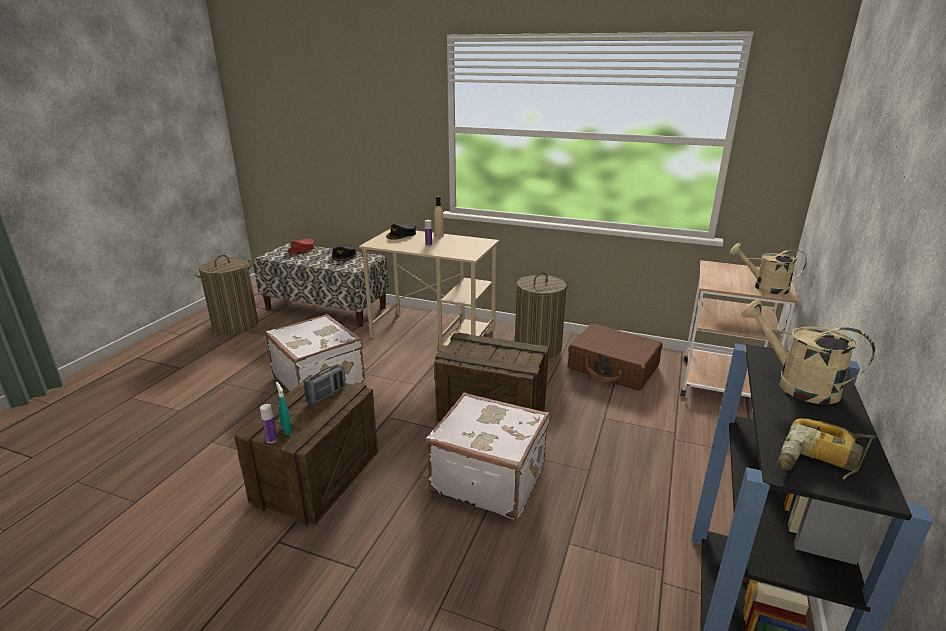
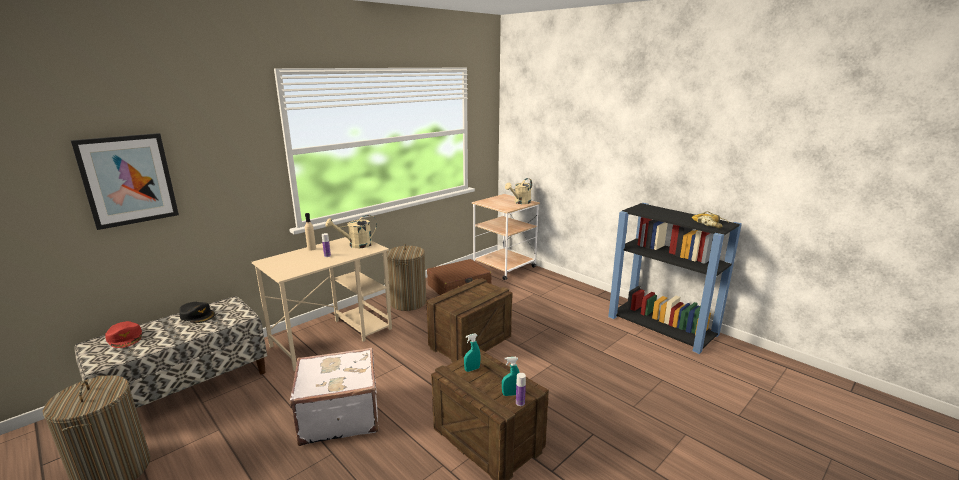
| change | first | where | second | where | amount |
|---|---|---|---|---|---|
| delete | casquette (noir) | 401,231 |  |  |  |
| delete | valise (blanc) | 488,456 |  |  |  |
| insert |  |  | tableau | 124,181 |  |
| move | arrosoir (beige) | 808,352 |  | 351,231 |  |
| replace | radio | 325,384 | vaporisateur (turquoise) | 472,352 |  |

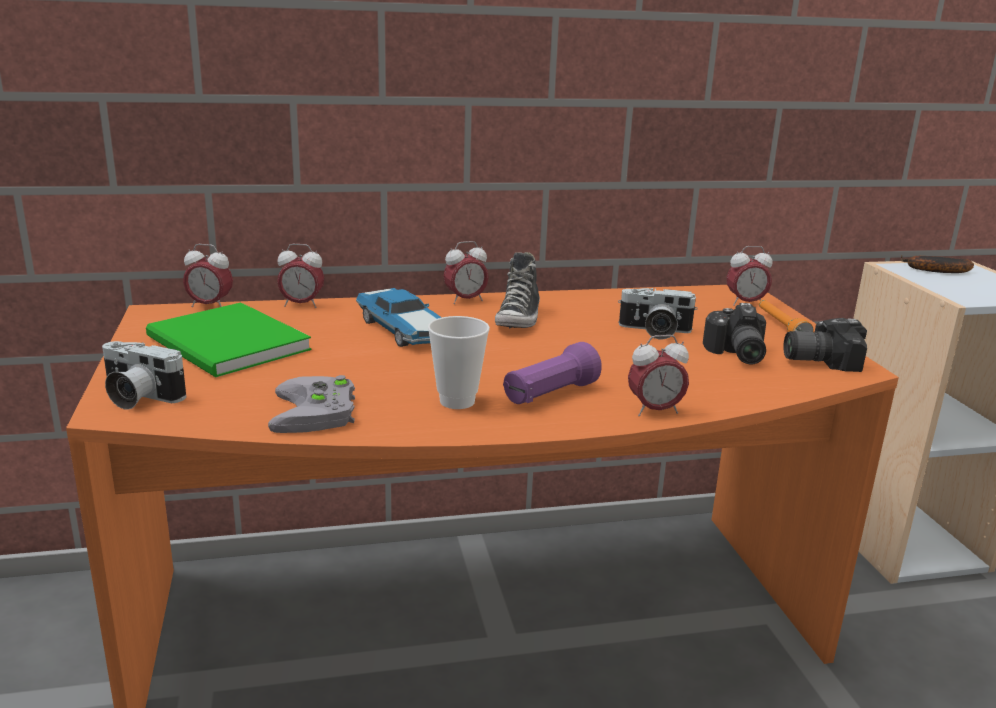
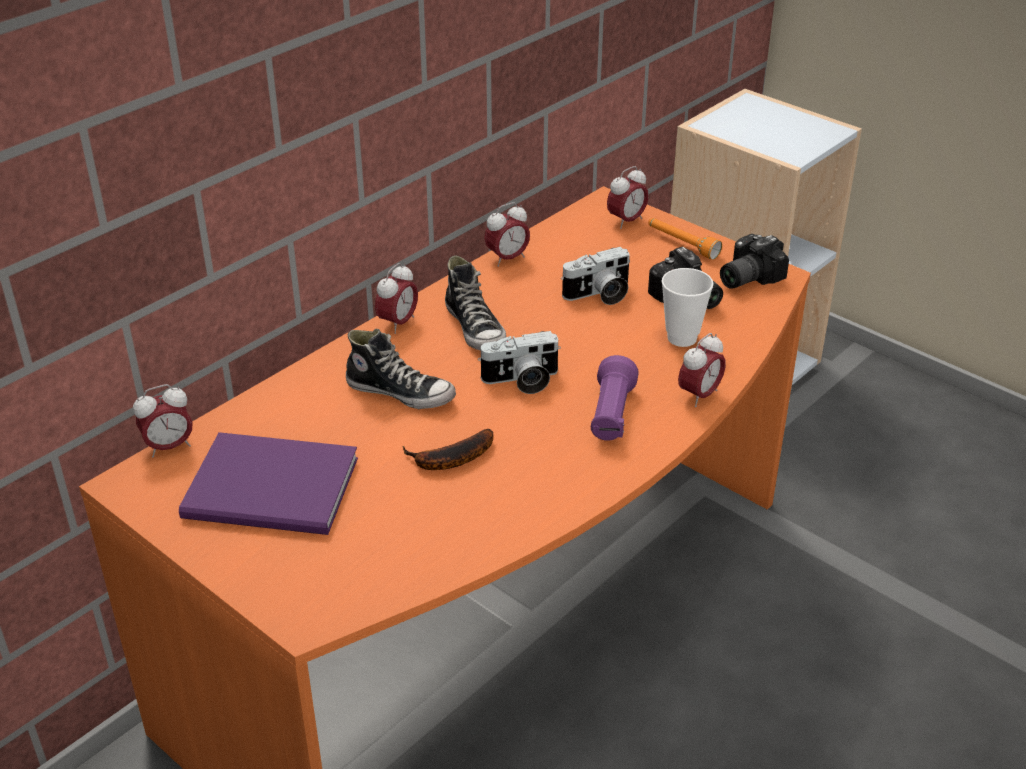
| change | first | where | second | where | amount |
|---|---|---|---|---|---|
| delete | manette (gris) | 311,404 |  |  |  |
| move | appareil photo | 144,375 |  | 519,362 |  |
| move | réveil | 300,276 |  | 507,234 |  |
| move | tasse | 459,362 |  | 687,307 |  |
| move | banane | 937,264 |  | 448,449 |  |
| replace | petite voiture | 399,317 | chaussure | 401,369 |  |
| recolor | livre (vert) | 229,340 | livre (violet) | 268,483 |  |

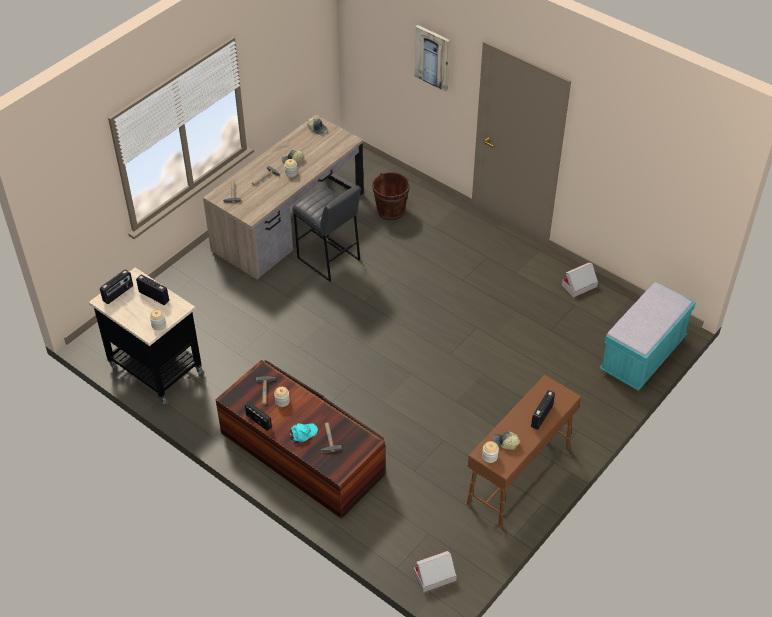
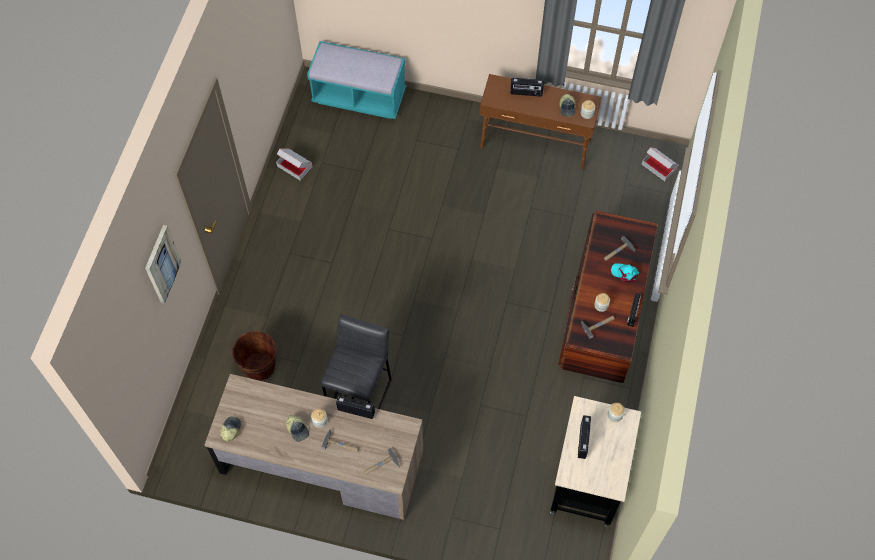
| change | first | where | second | where | amount |
|---|---|---|---|---|---|
| move | radio | 116,286 |  | 355,407 |  |

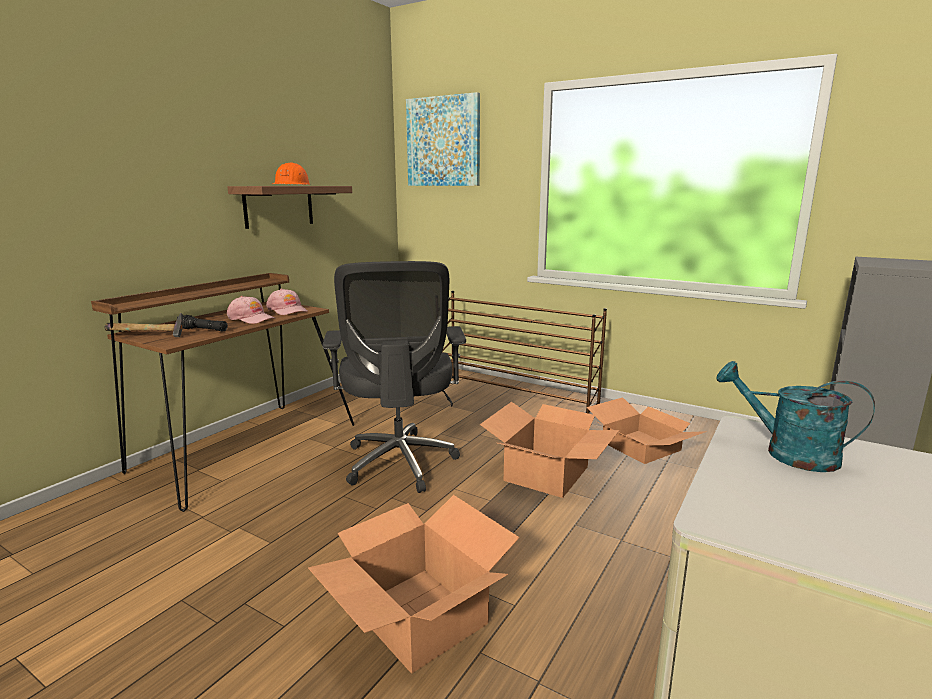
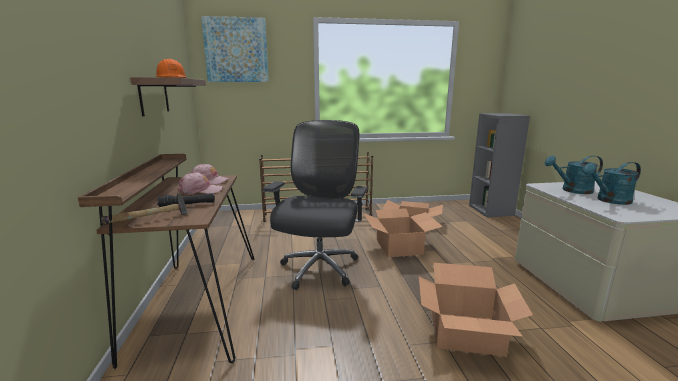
| change | first | where | second | where | amount |
|---|---|---|---|---|---|
| insert |  |  | arrosoir (turquoise) | 611,183 |  |
| rotate | chaise de bureau | 394,377 |  | 315,205 | 120 degrees counterclockwise |

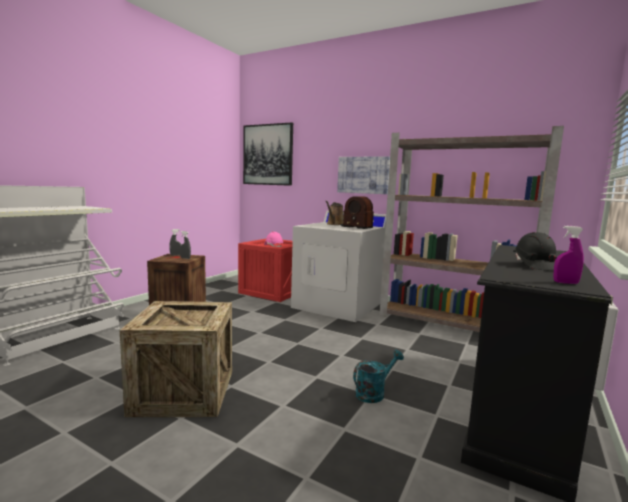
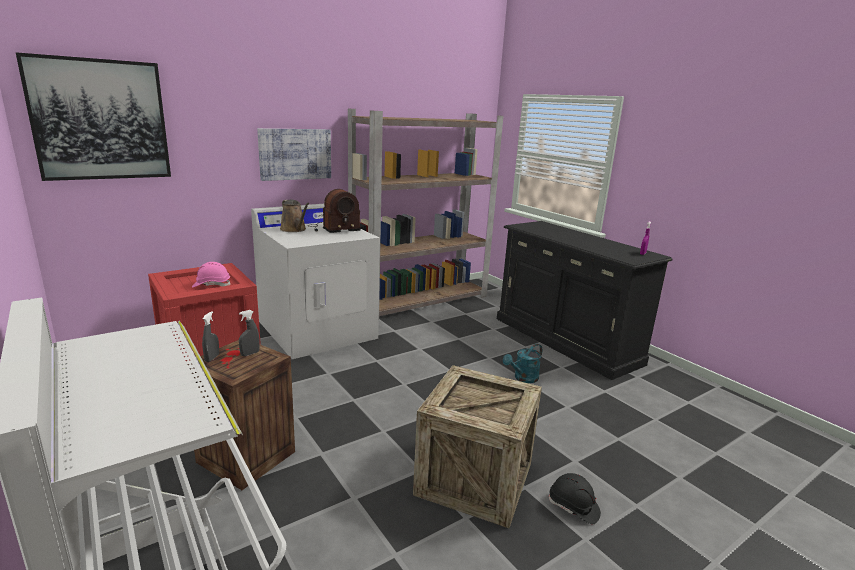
| change | first | where | second | where | amount |
|---|---|---|---|---|---|
| move | casque de chantier (noir) | 535,251 |  | 574,498 |  |
| rotate | arrosoir (turquoise) | 378,376 |  | 522,363 | 120 degrees counterclockwise |

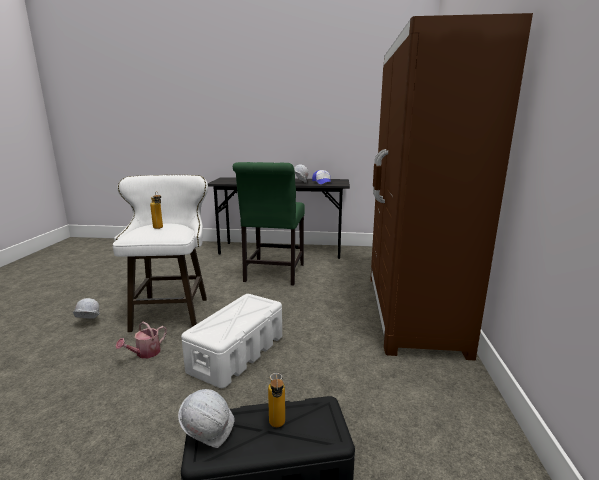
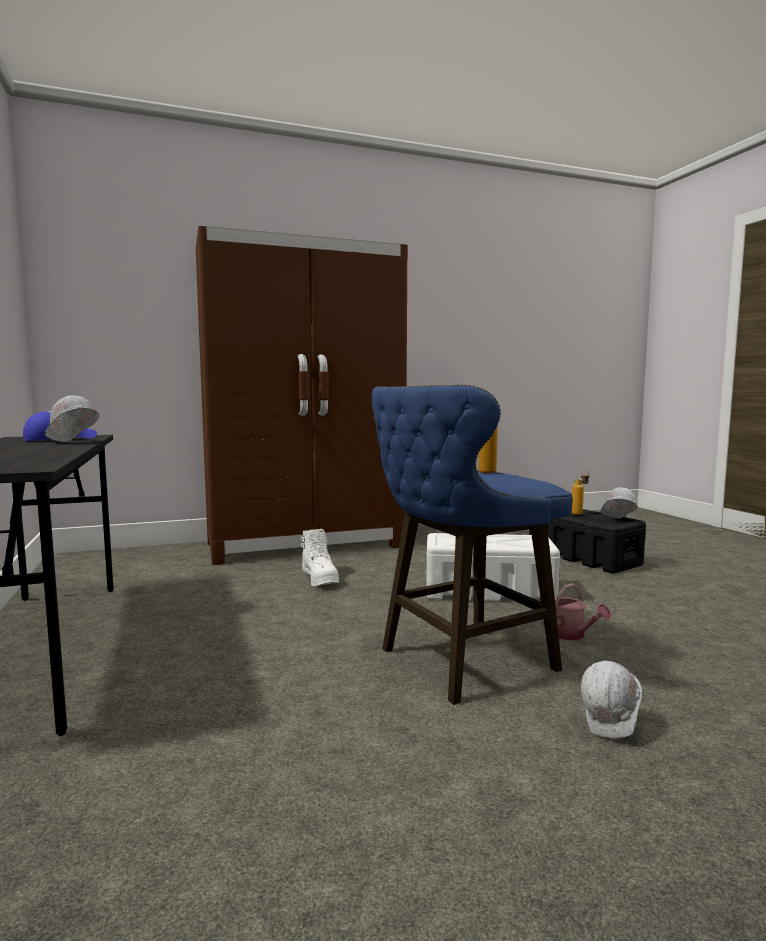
| change | first | where | second | where | amount |
|---|---|---|---|---|---|
| delete | chaise (vert) | 269,224 |  |  |  |
| insert |  |  | botte (blanc) | 320,557 |  |
| recolor | tabouret (blanc) | 160,253 | tabouret (bleu) | 472,544 |  |
| rotate | arrosoir | 141,339 |  | 583,611 | 45 degrees clockwise |

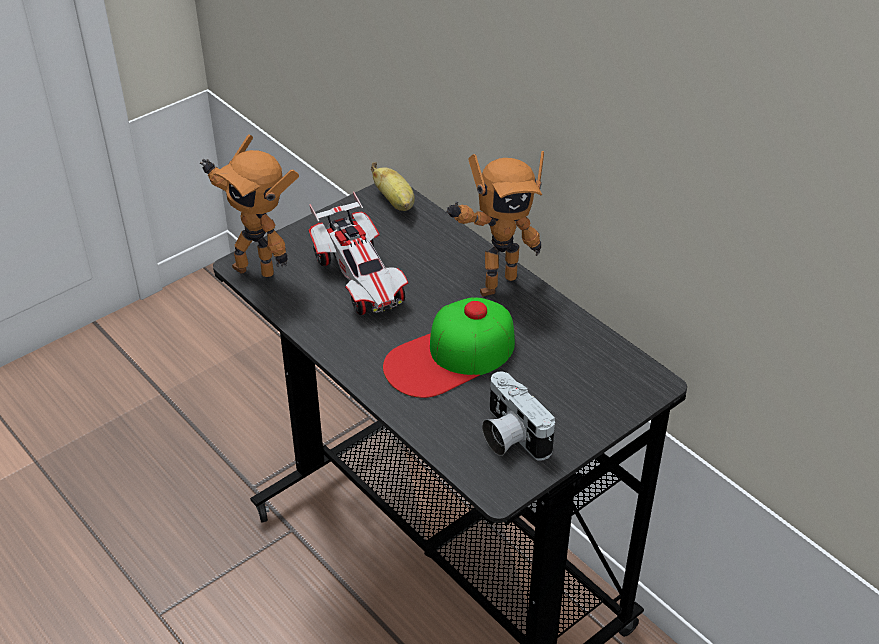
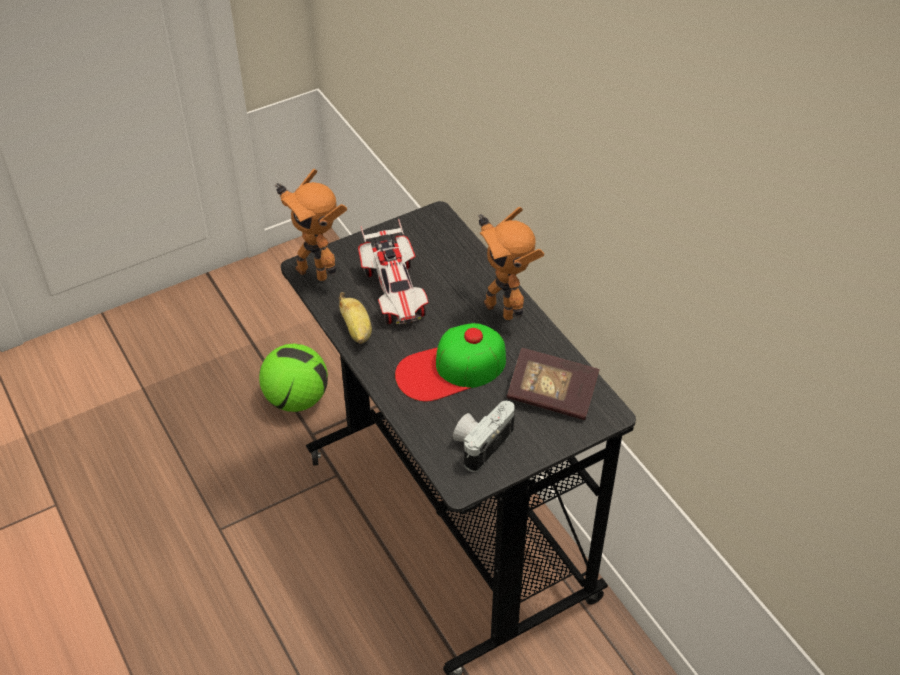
| change | first | where | second | where | amount |
|---|---|---|---|---|---|
| insert |  |  | ballon de foot | 293,378 |  |
| insert |  |  | livre | 553,384 |  |
| move | banane | 393,186 |  | 355,318 |  |
| rotate | robot jouet | 495,224 |  | 511,263 | 75 degrees clockwise |
| rotate | appareil photo | 518,416 |  | 484,436 | 60 degrees clockwise |

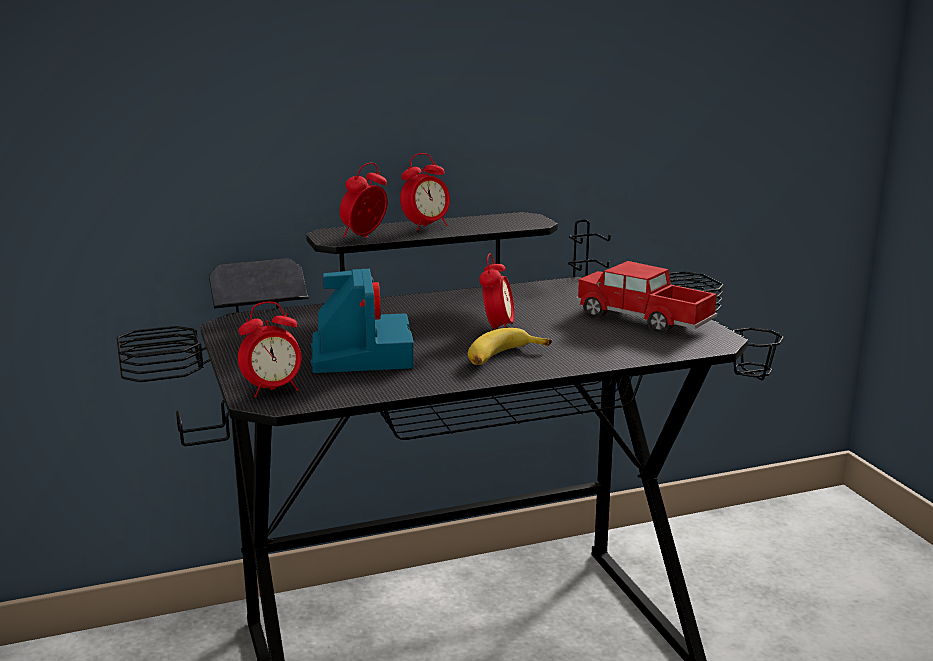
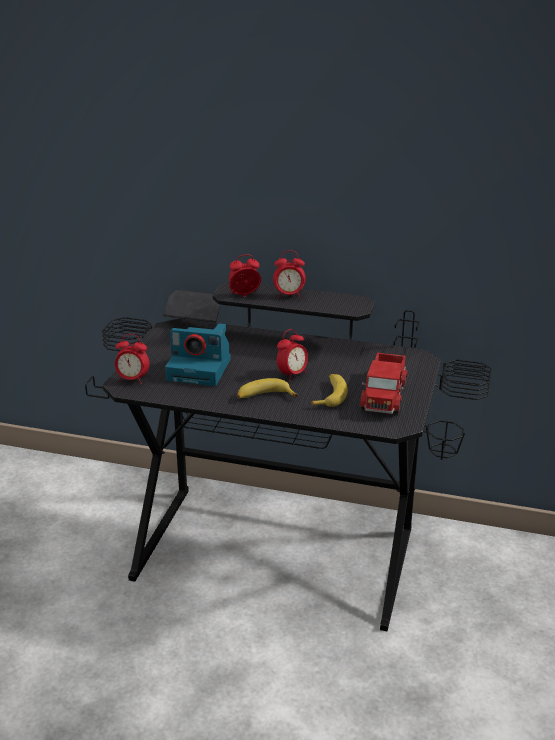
| change | first | where | second | where | amount |
|---|---|---|---|---|---|
| insert |  |  | banane | 329,390 |  |
| rotate | appareil photo | 362,321 |  | 198,354 | 75 degrees clockwise |
| rotate | camion jouet | 646,297 |  | 383,383 | 150 degrees counterclockwise |

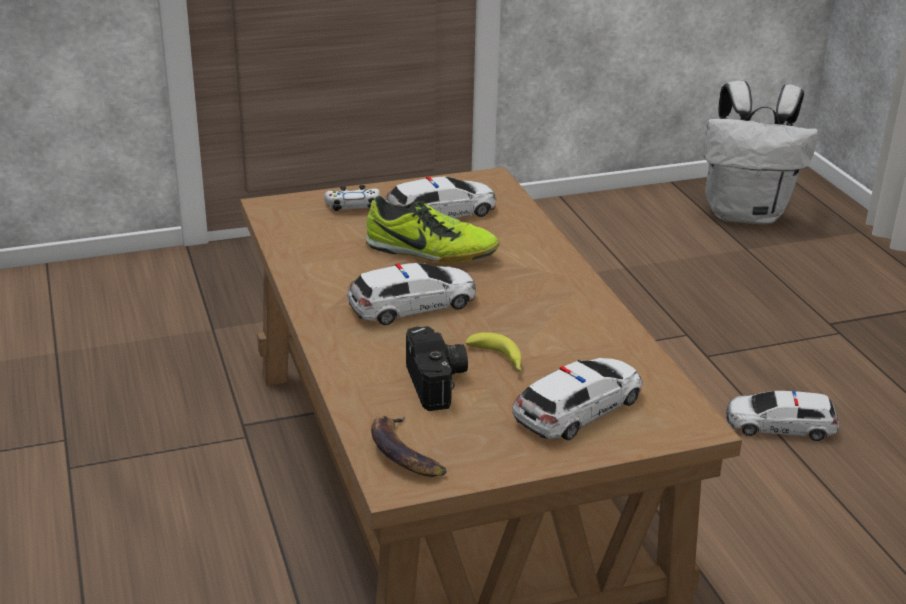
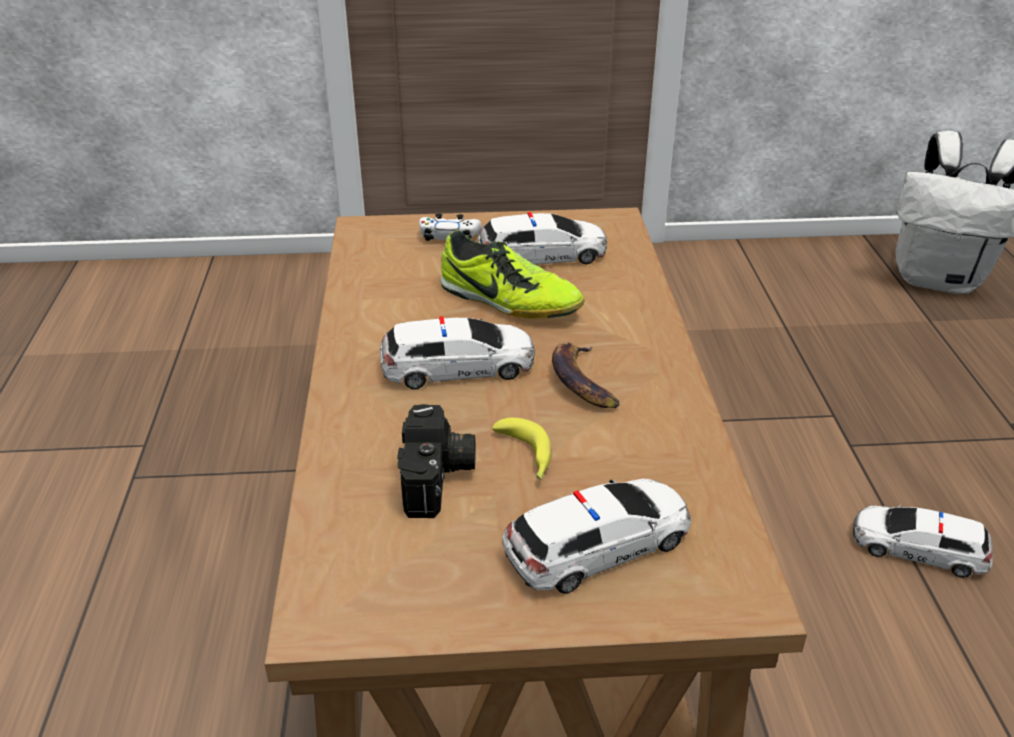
| change | first | where | second | where | amount |
|---|---|---|---|---|---|
| move | banane | 409,446 |  | 586,375 |  |

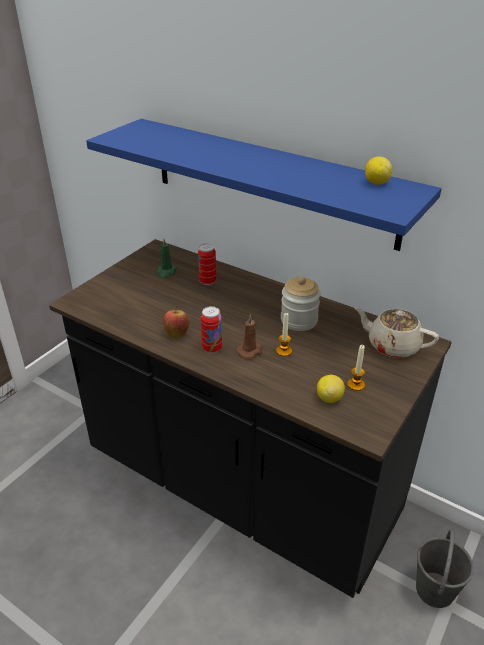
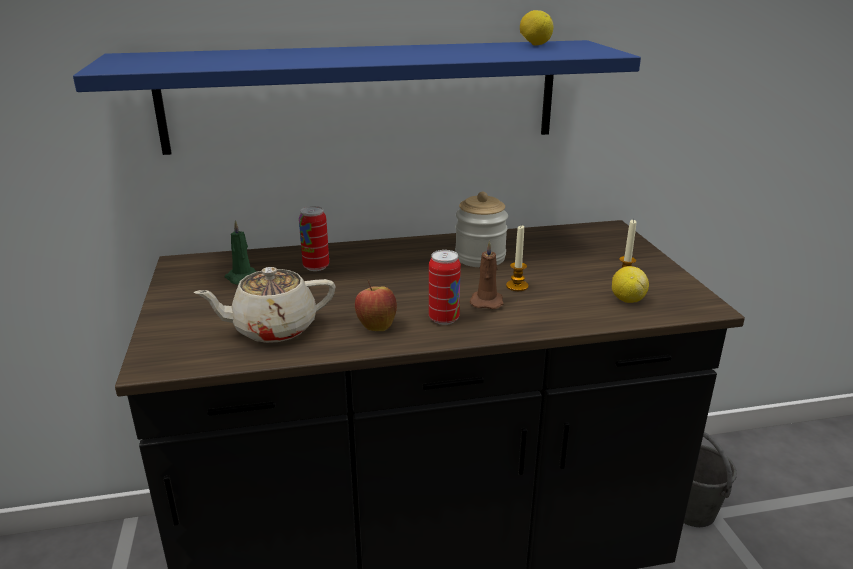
| change | first | where | second | where | amount |
|---|---|---|---|---|---|
| move | théière (beige) | 396,332 |  | 264,305 |  |

